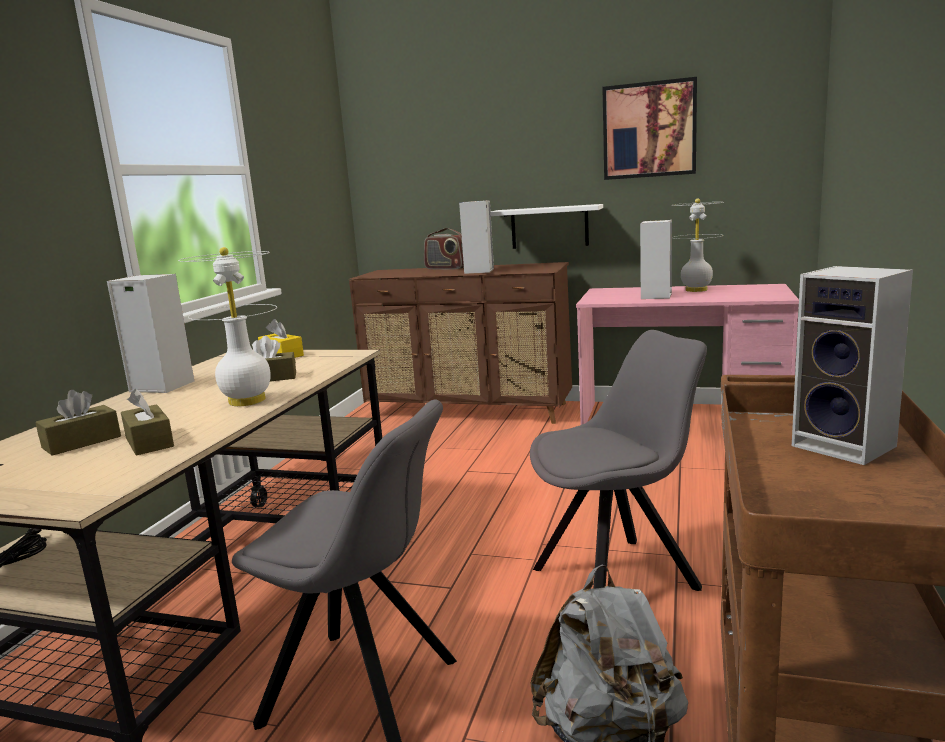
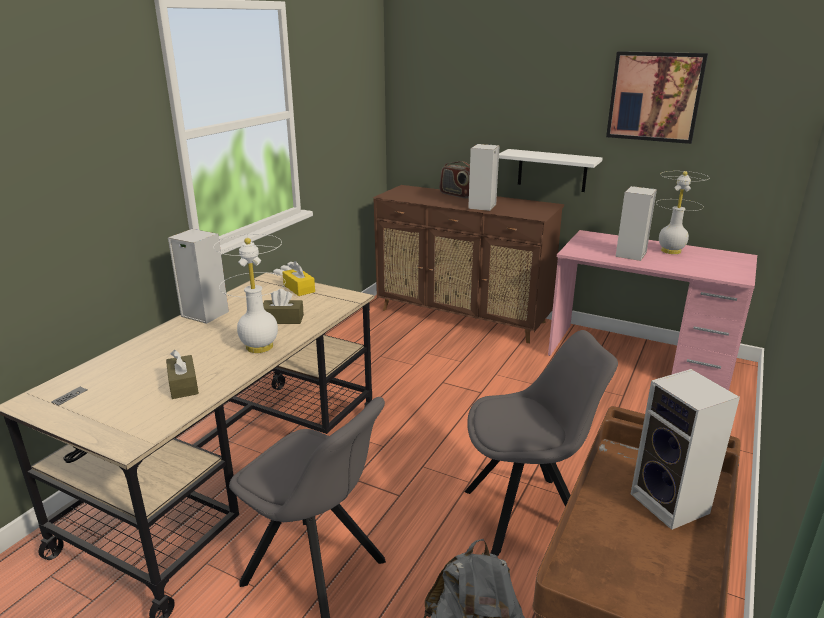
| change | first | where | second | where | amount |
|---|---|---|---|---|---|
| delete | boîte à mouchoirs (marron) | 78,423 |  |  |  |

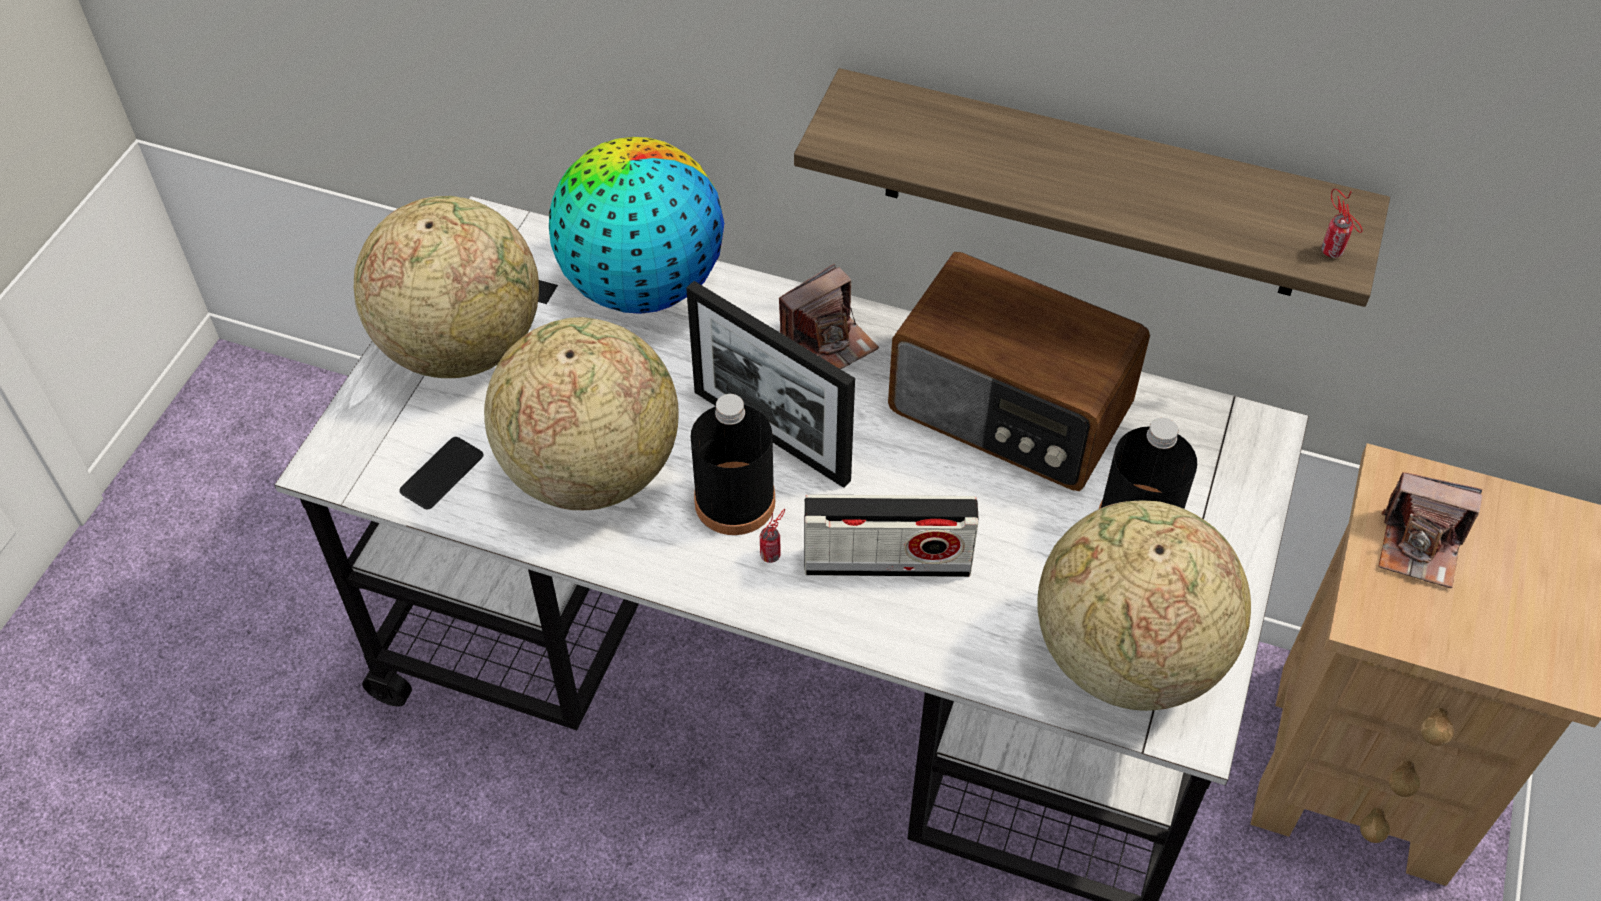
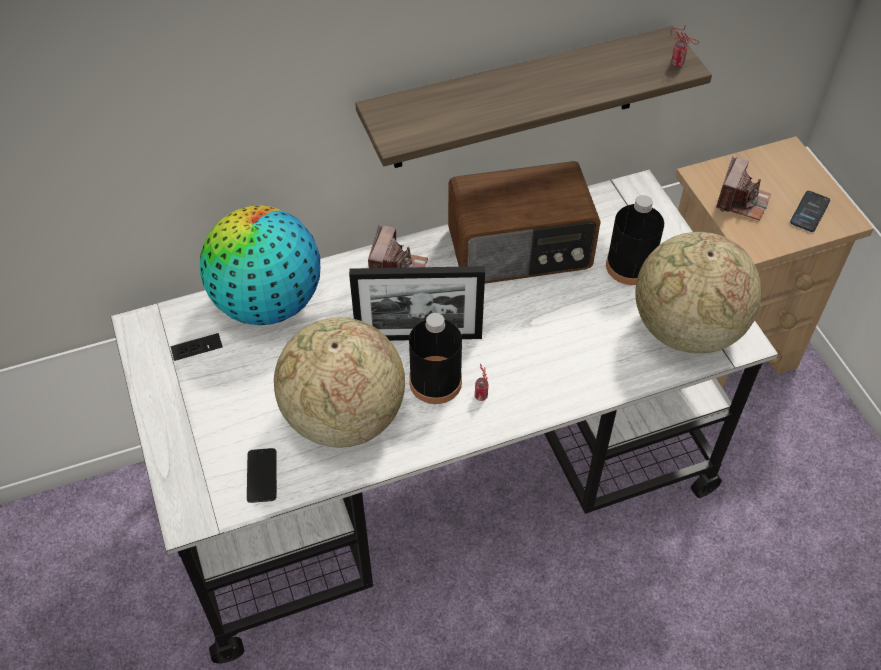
| change | first | where | second | where | amount |
|---|---|---|---|---|---|
| delete | globe | 446,287 |  |  |  |
| delete | radio | 891,535 |  |  |  |
| insert |  |  | téléphone | 810,211 |  |
| rotate | appareil photo | 1430,530 |  | 743,189 | 45 degrees counterclockwise |

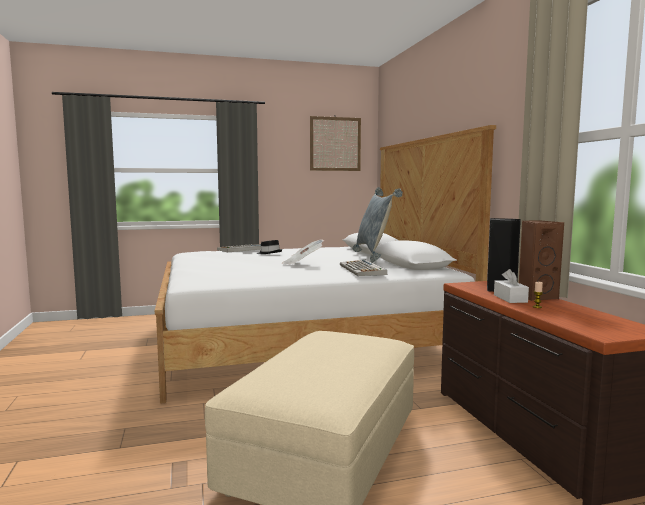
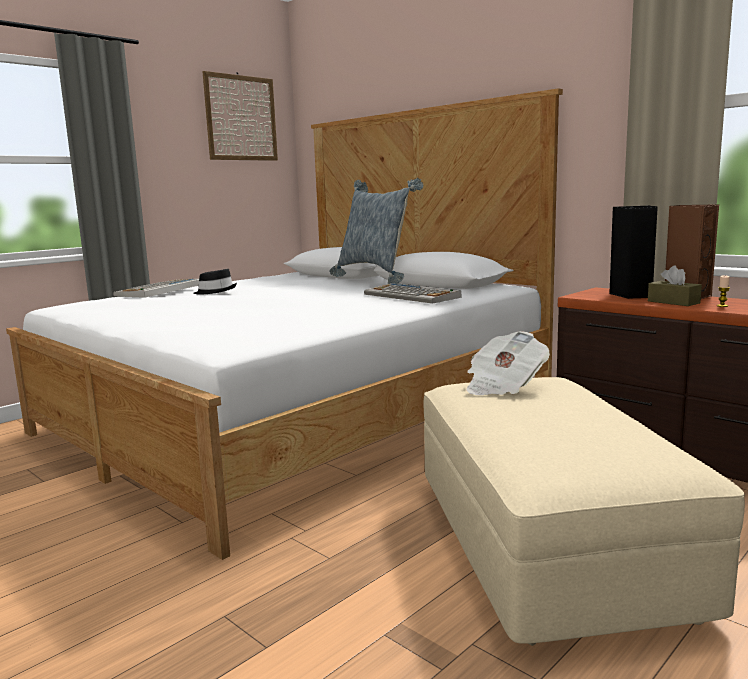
| change | first | where | second | where | amount |
|---|---|---|---|---|---|
| move | journal | 302,252 |  | 508,363 |  |
| recolor | boîte à mouchoirs (blanc) | 511,286 | boîte à mouchoirs (marron) | 675,286 |  |

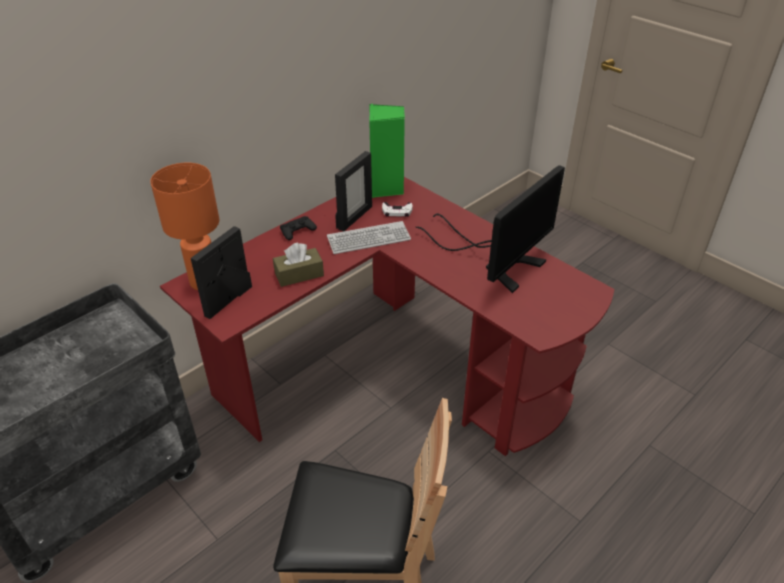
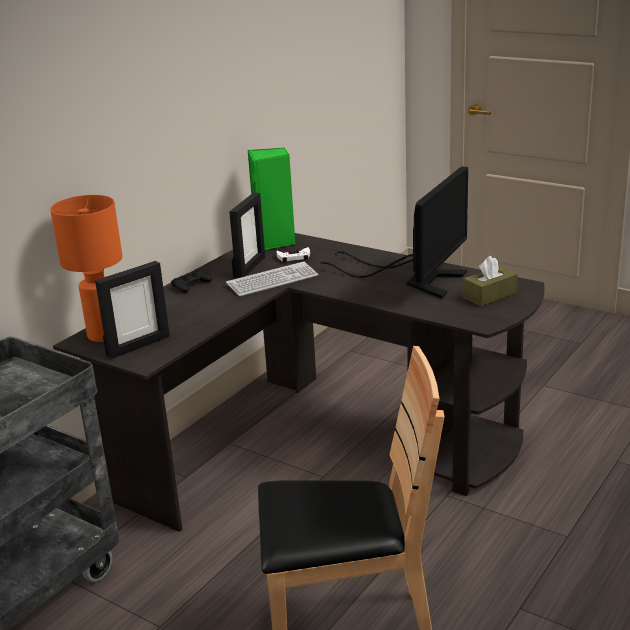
| change | first | where | second | where | amount |
|---|---|---|---|---|---|
| move | boîte à mouchoirs (marron) | 298,265 |  | 490,281 |  |
| recolor | bureau (rouge) | 387,316 | bureau (noir) | 299,382 |  |
| rotate | cadre photo | 221,272 |  | 132,310 | 150 degrees counterclockwise |

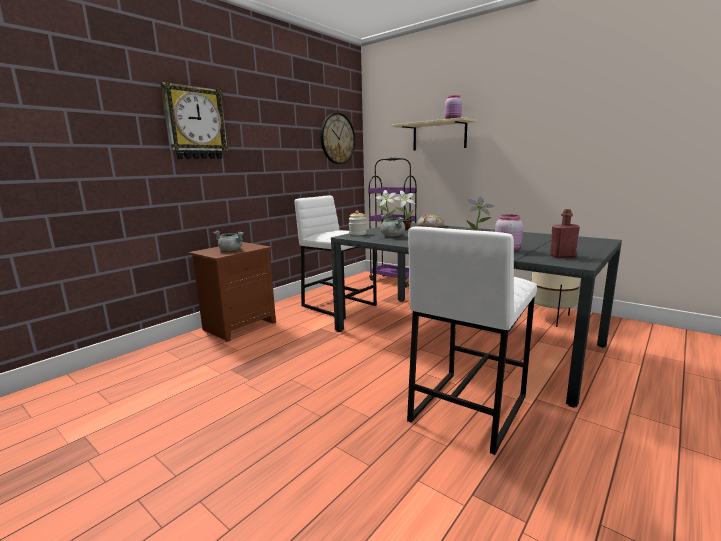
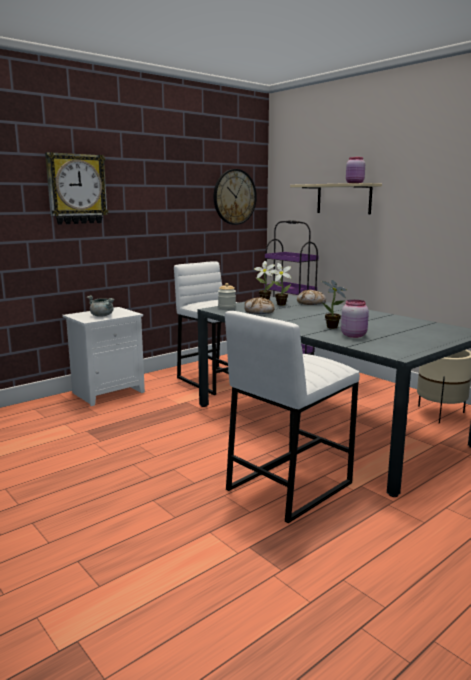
| change | first | where | second | where | amount |
|---|---|---|---|---|---|
| delete | bouteille (rouge) | 565,233 |  |  |  |
| replace | marmite (gris) | 393,225 | pain | 259,305 |  |
| recolor | table de chevet (marron) | 232,292 | table de chevet (blanc) | 103,356 |  |

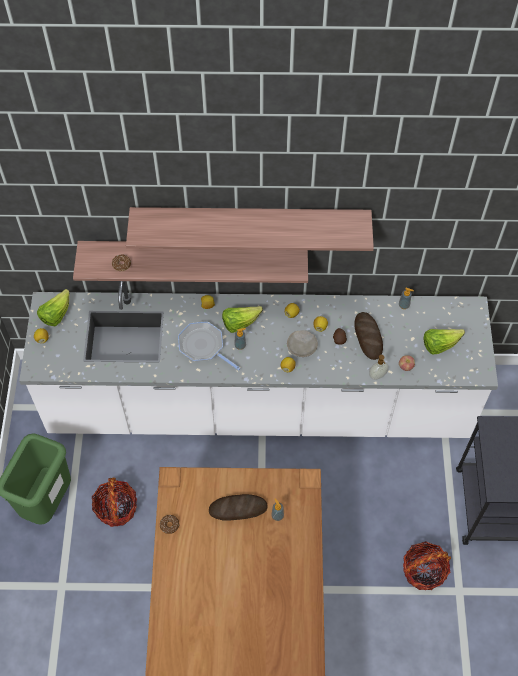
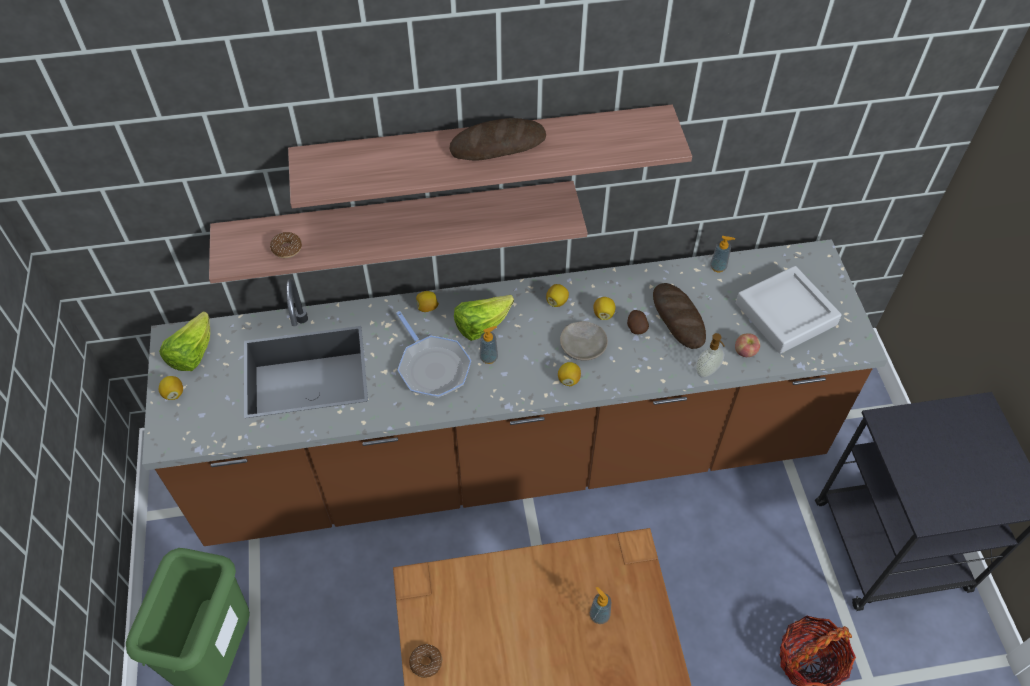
| change | first | where | second | where | amount |
|---|---|---|---|---|---|
| delete | panier | 114,502 |  |  |  |
| move | pain | 238,507 |  | 498,139 |  |
| replace | laitue | 444,342 | plateau (gris) | 789,310 |  |
| recolor | comptoir de cuisine (blanc) | 258,359 | comptoir de cuisine (marron) | 515,392 |  |
| rotate | poêle | 209,346 |  | 433,354 | 150 degrees counterclockwise |

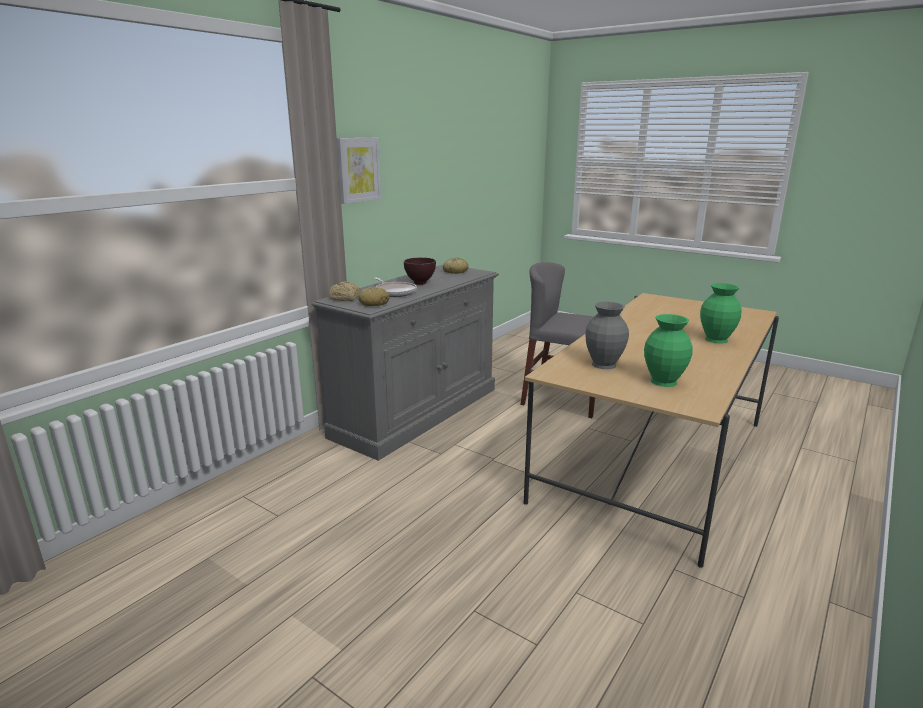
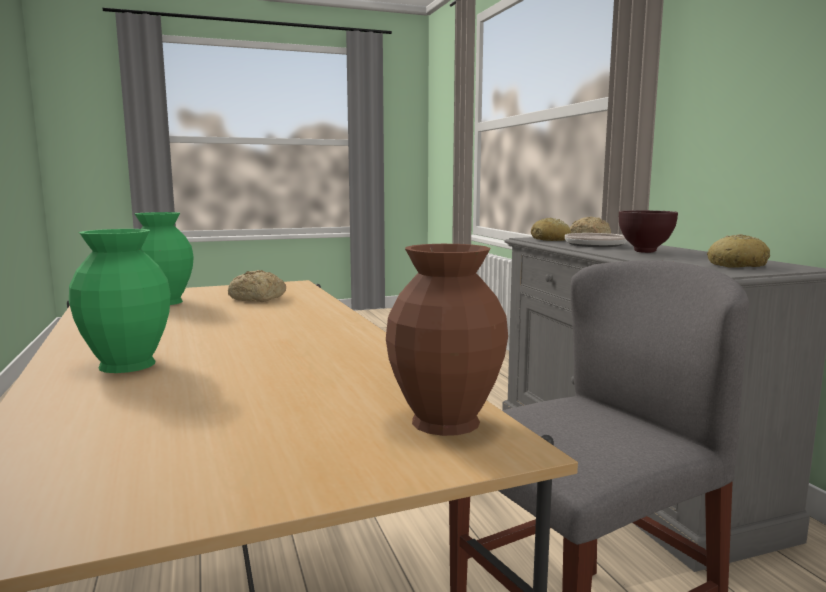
| change | first | where | second | where | amount |
|---|---|---|---|---|---|
| delete | tableau | 359,171 |  |  |  |
| insert |  |  | vase (marron) | 447,340 |  |
| replace | vase (gris) | 607,335 | pain | 257,286 |  |

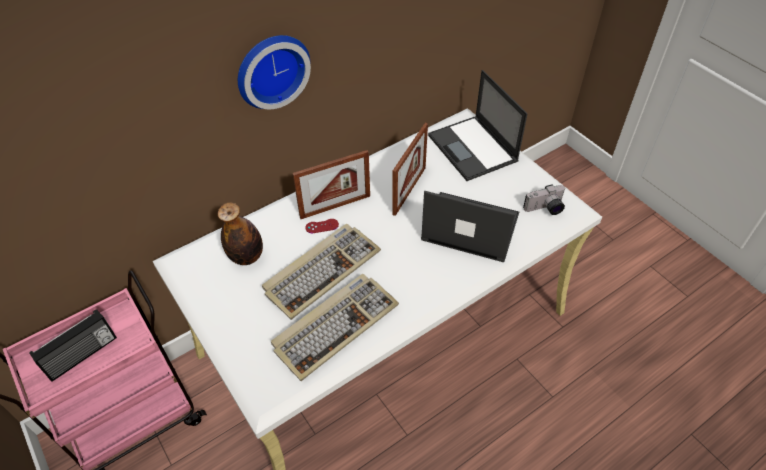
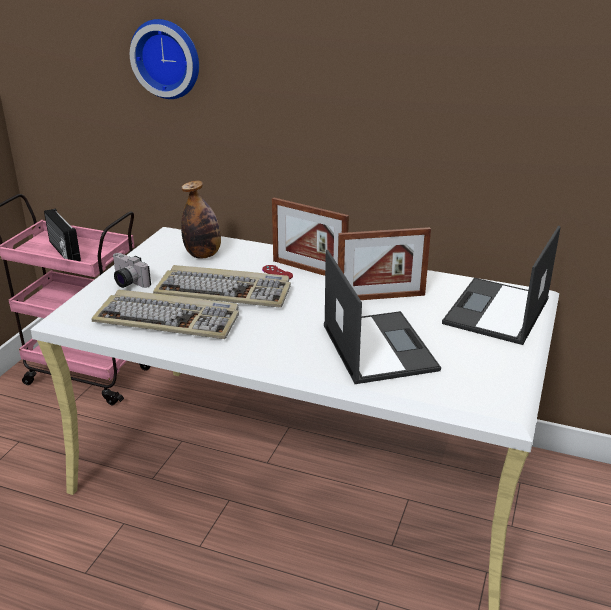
| change | first | where | second | where | amount |
|---|---|---|---|---|---|
| move | horloge murale | 274,72 |  | 164,59 |  |
| move | appareil photo | 544,200 |  | 132,270 |  |
| rotate | radio | 73,345 |  | 62,234 | 45 degrees clockwise |

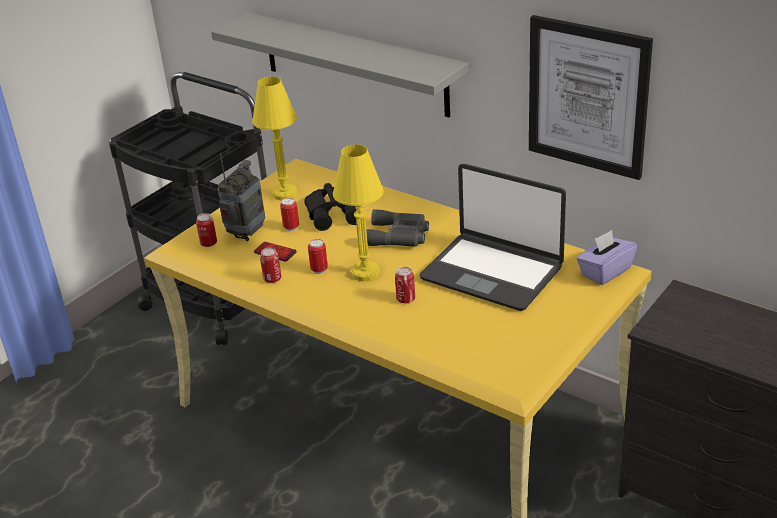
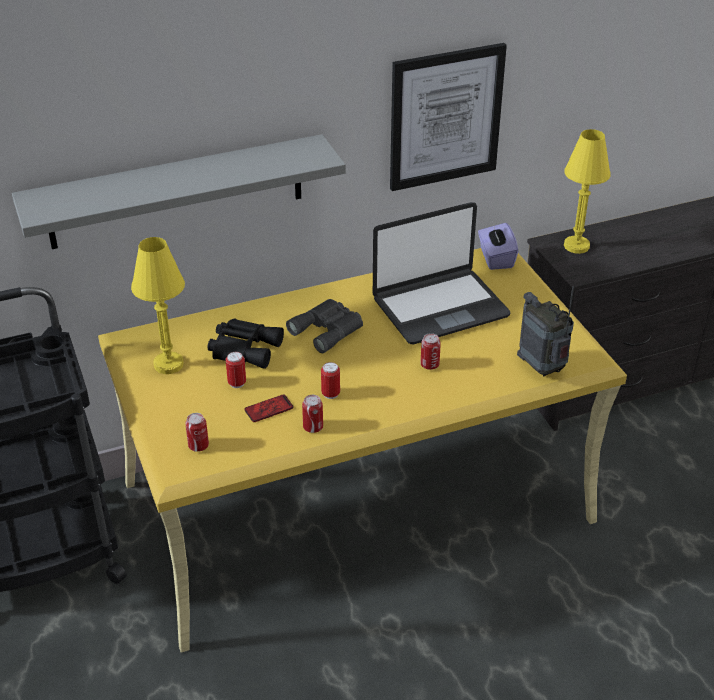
| change | first | where | second | where | amount |
|---|---|---|---|---|---|
| move | radio | 241,197 |  | 545,331 |  |
| move | lampe de table (jaune) | 358,212 |  | 587,191 |  |

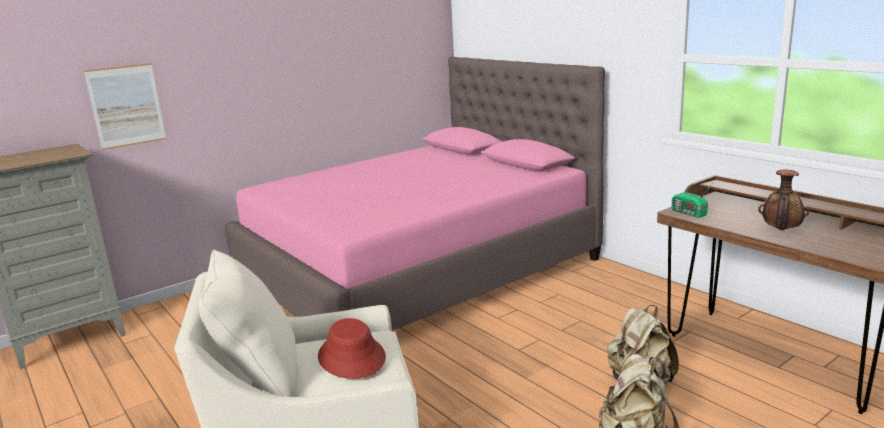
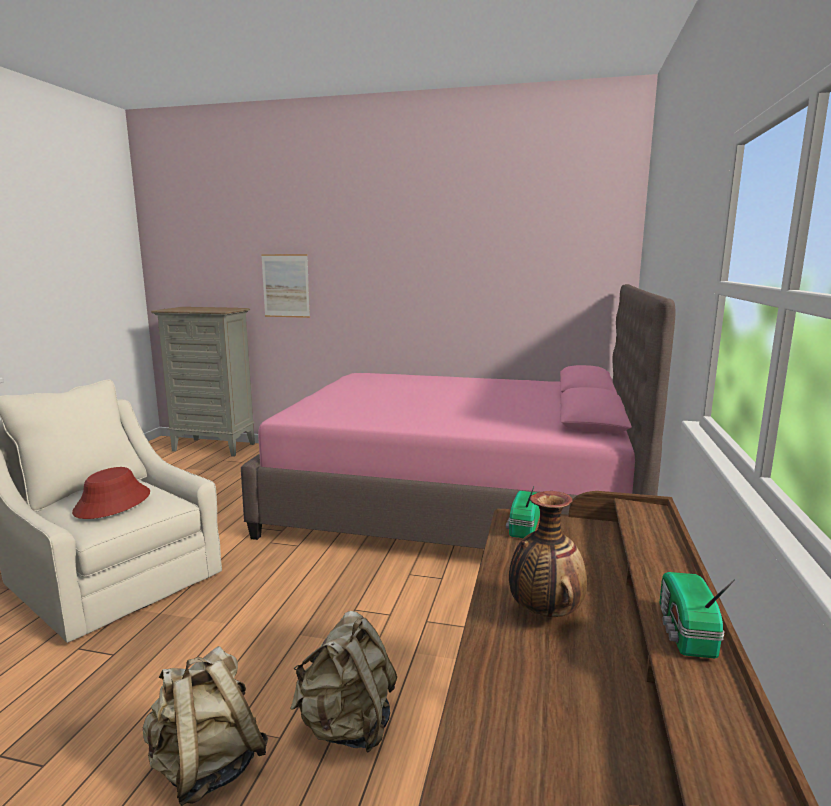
| change | first | where | second | where | amount |
|---|---|---|---|---|---|
| insert |  |  | radio | 697,615 |  |

